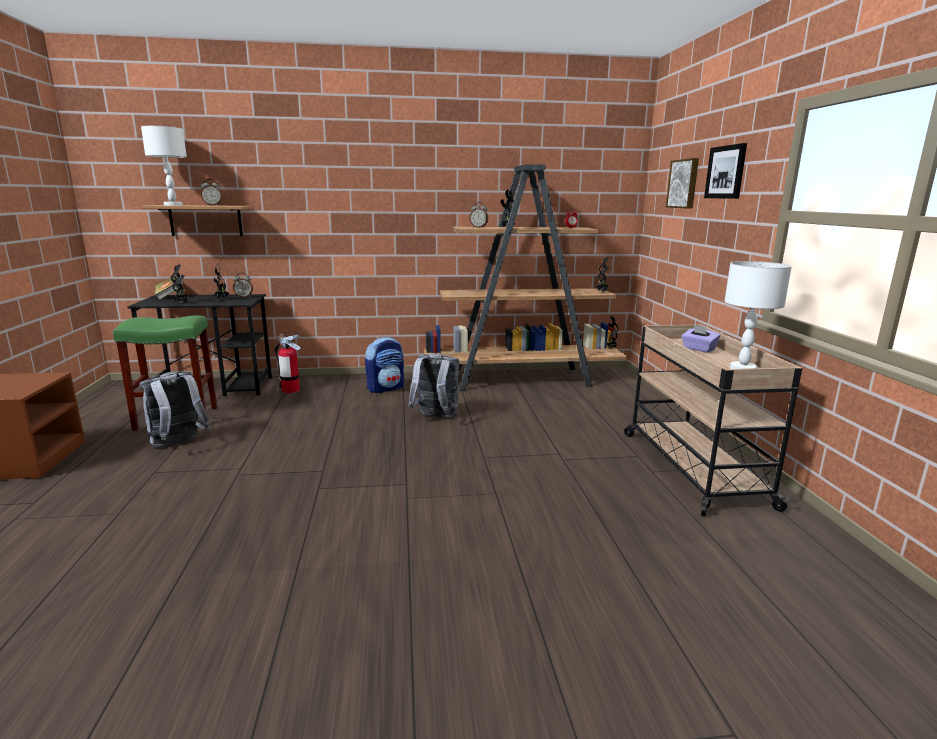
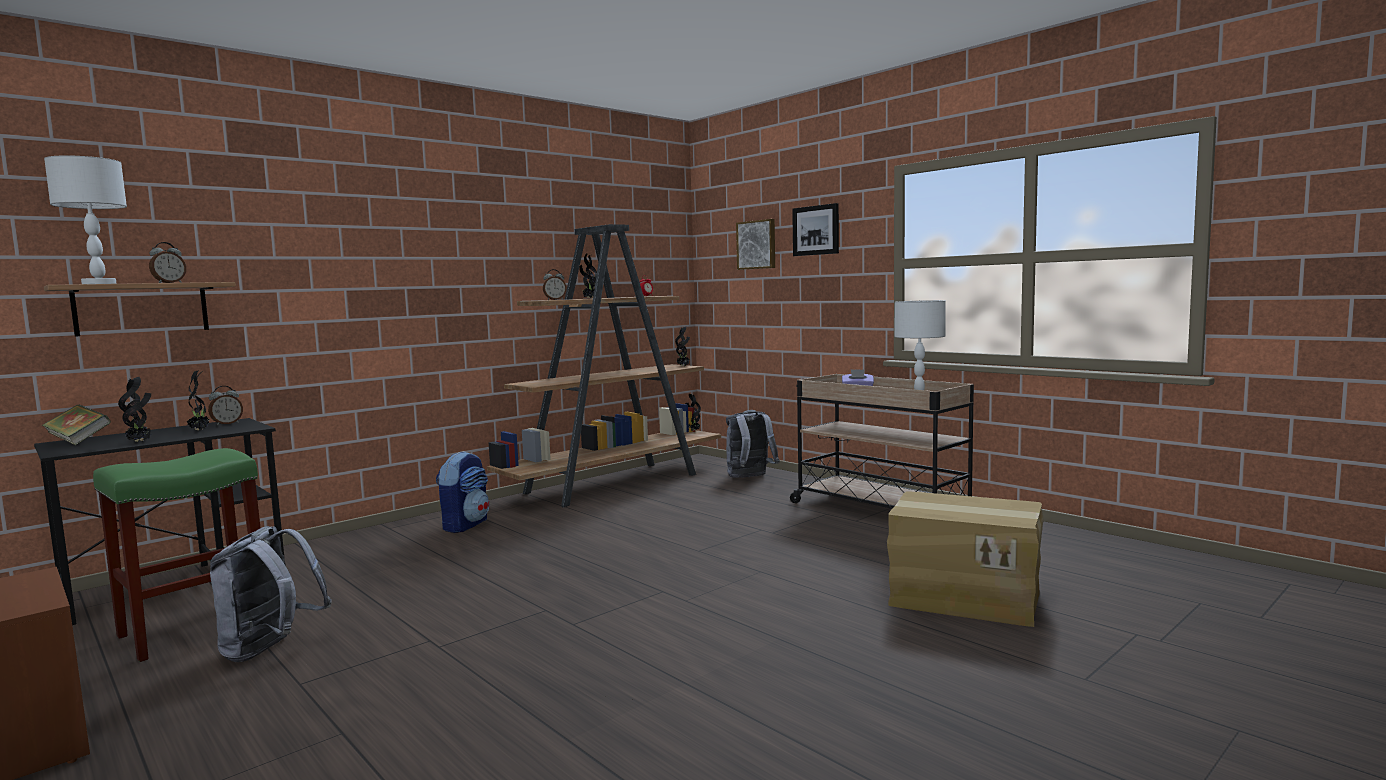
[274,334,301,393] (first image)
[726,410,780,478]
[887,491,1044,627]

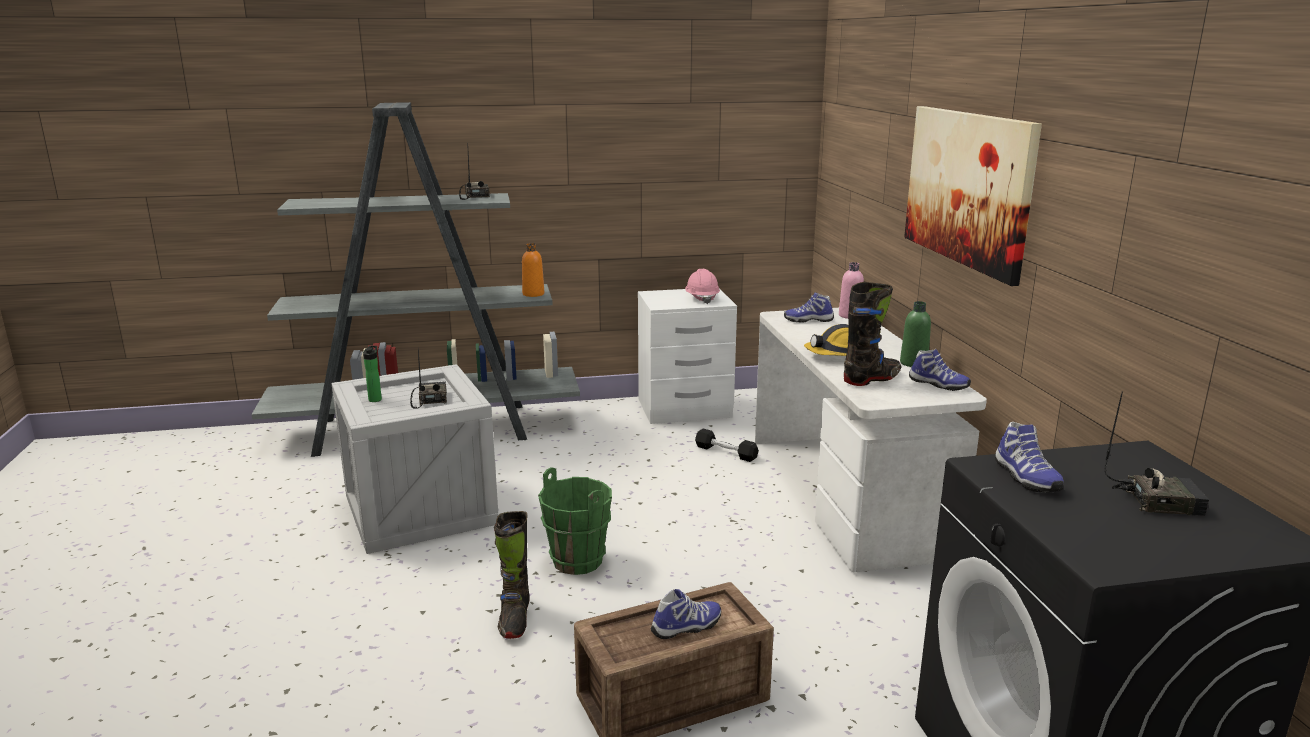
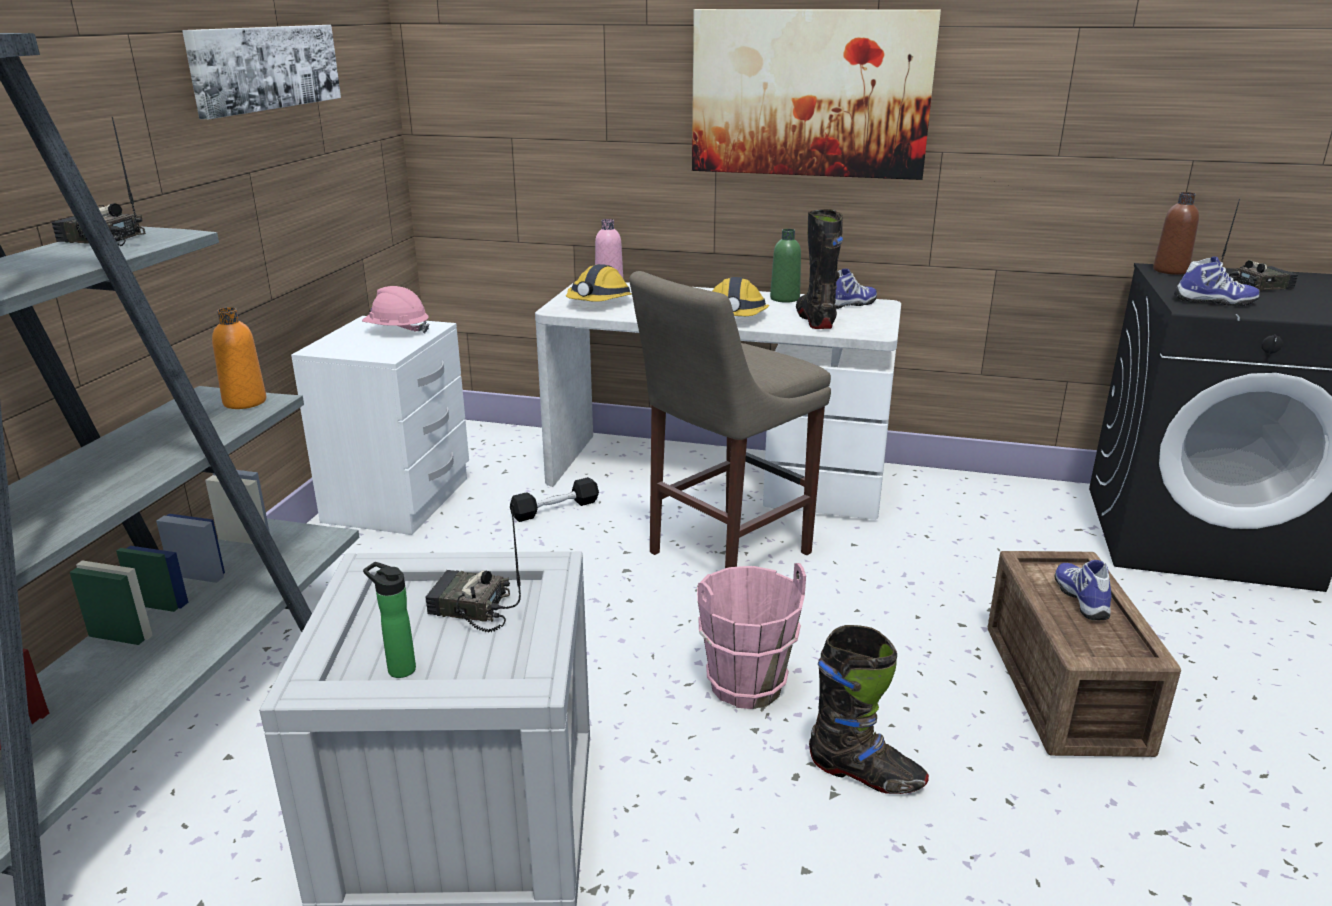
[566,264,632,302]
[1221,199,1298,290]
[697,563,806,709]
[182,25,341,119]
[1153,192,1199,275]
[629,271,831,568]

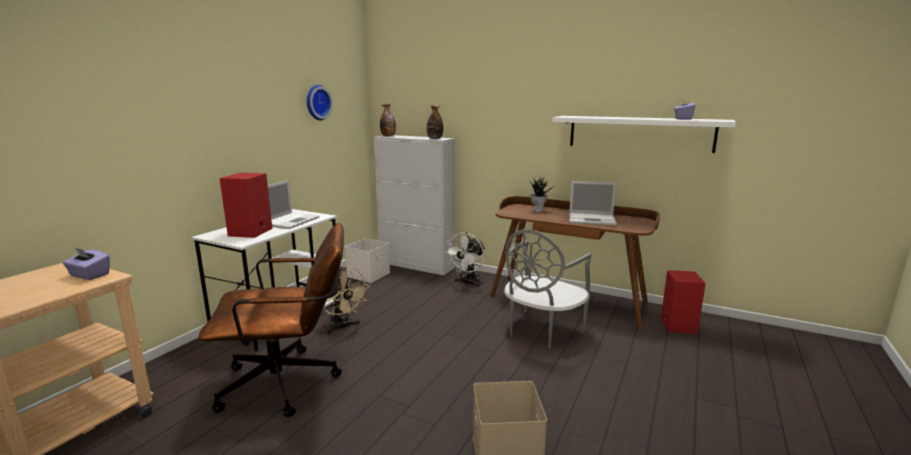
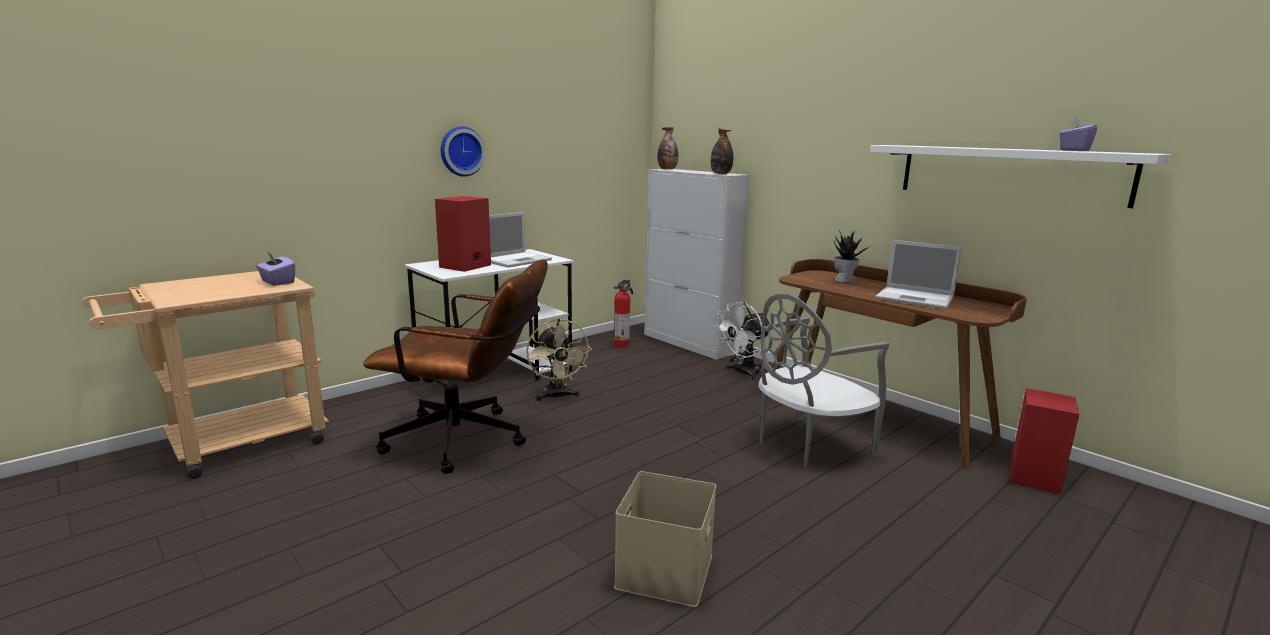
[441,126,485,177]
[614,280,633,348]

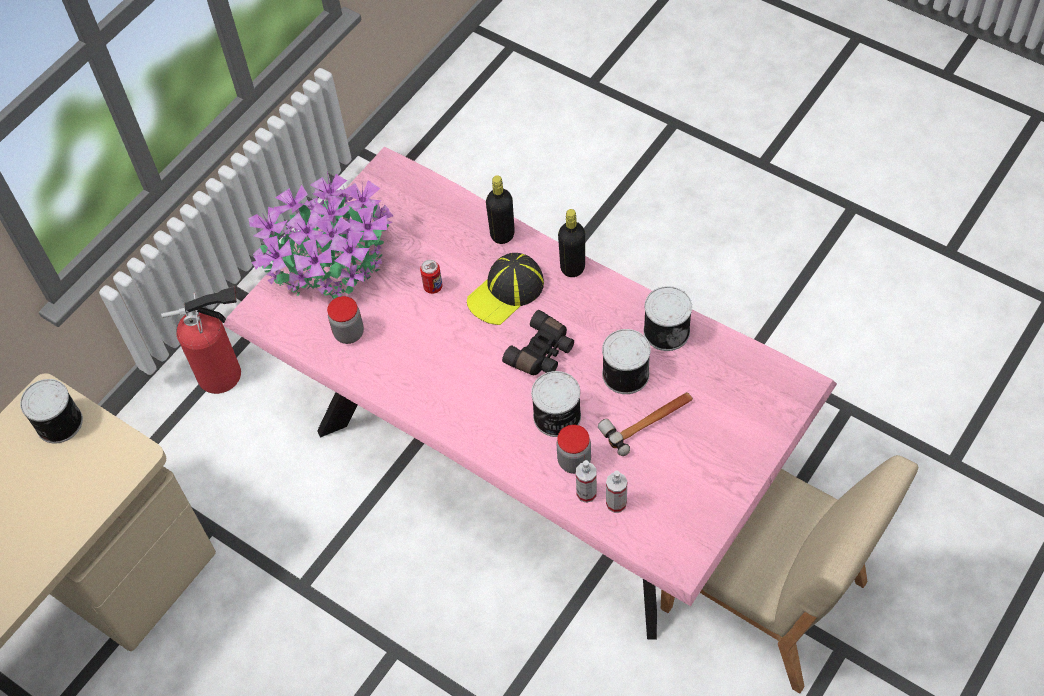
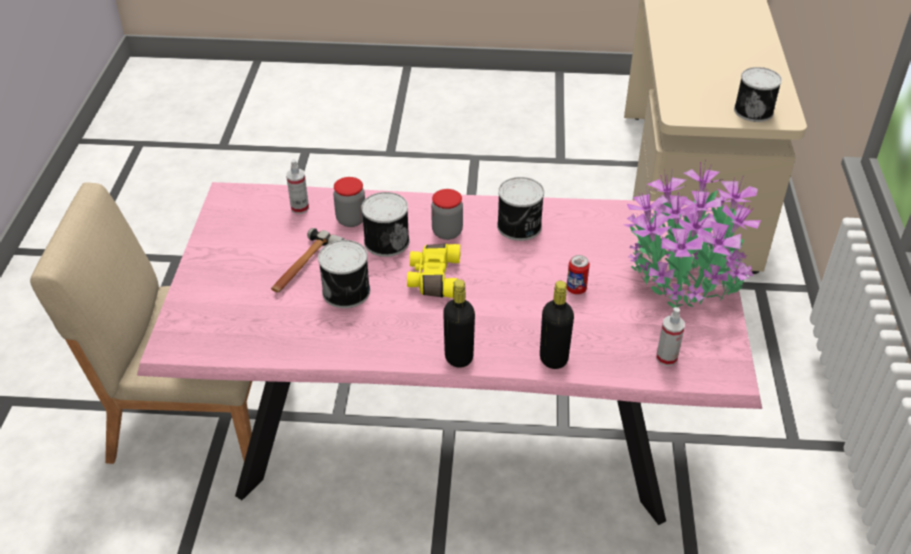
[467,253,544,325] (first image)
[497,177,544,241]
[161,287,241,394] (first image)
[431,189,463,240]
[407,244,460,298]
[656,307,685,366]

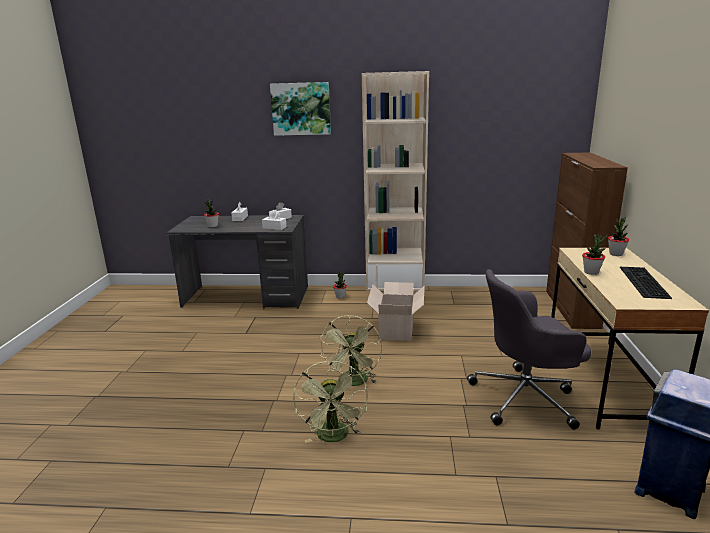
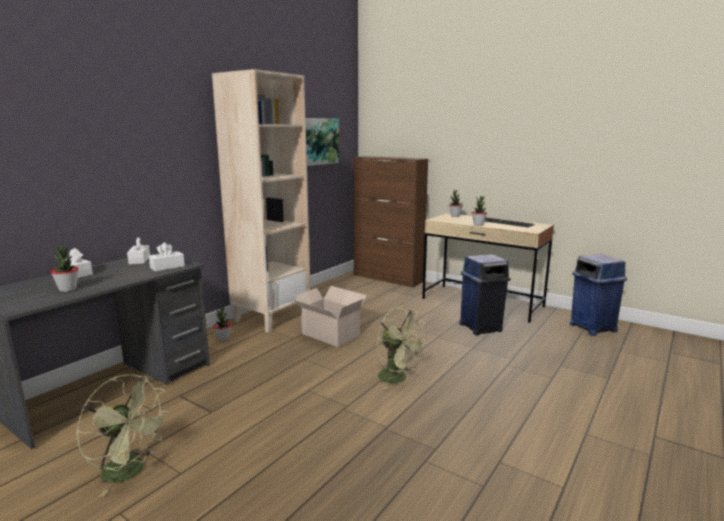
[305,118,339,166]
[459,254,511,335]
[77,374,170,497]

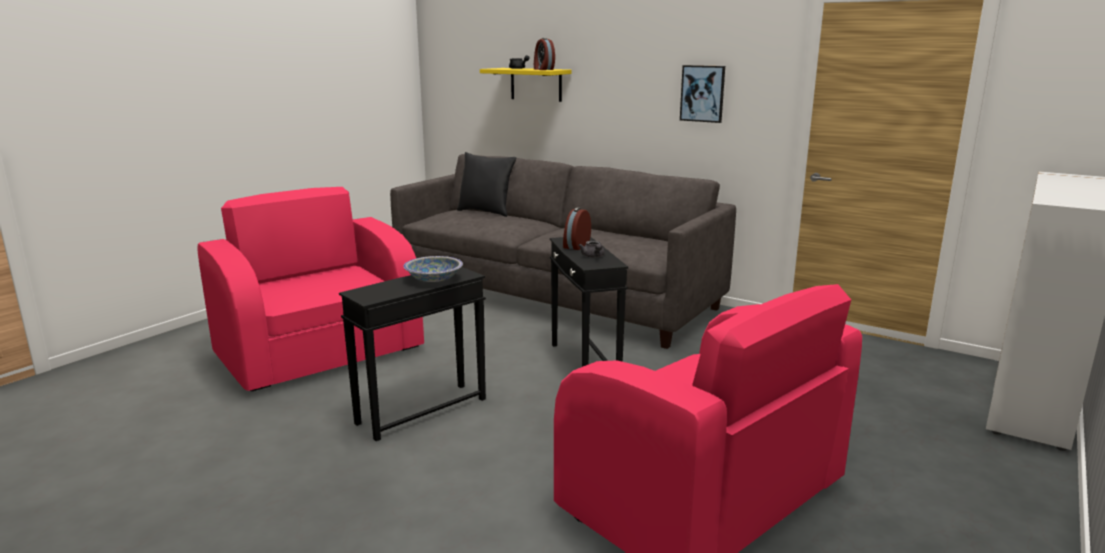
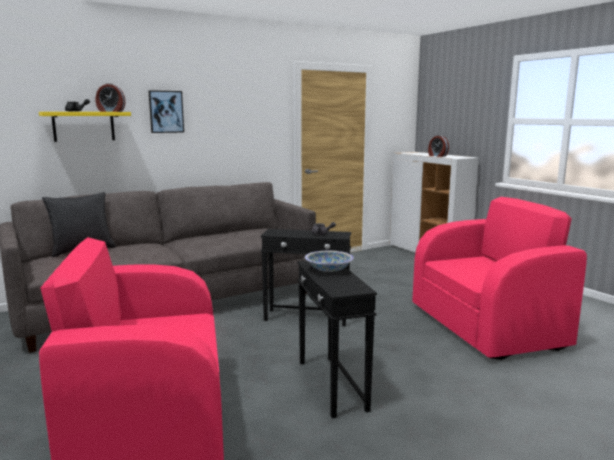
[148,90,184,133]
[428,135,449,157]

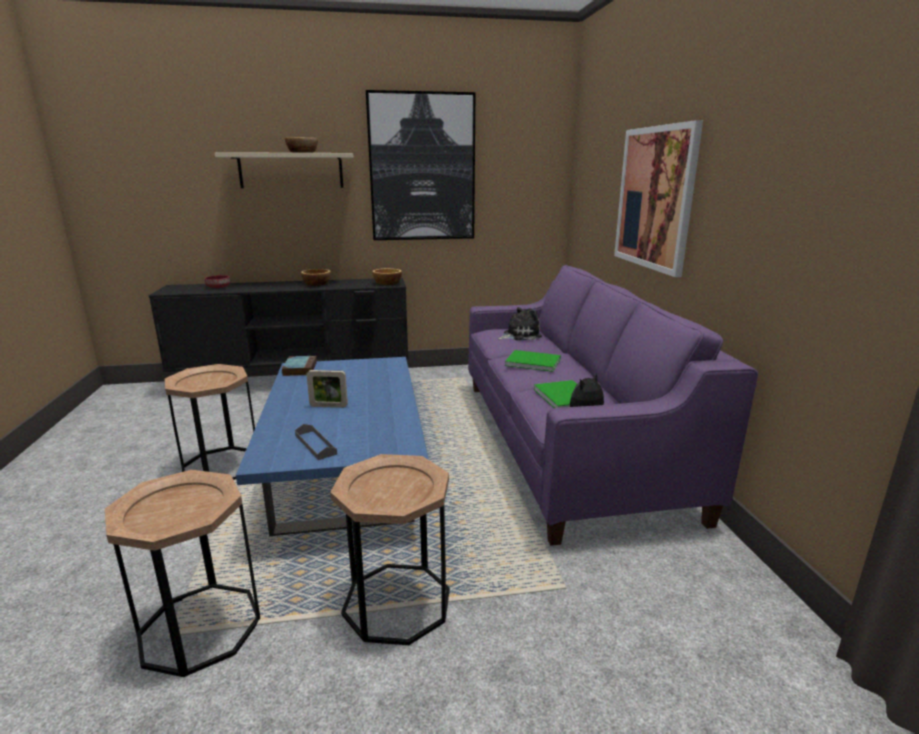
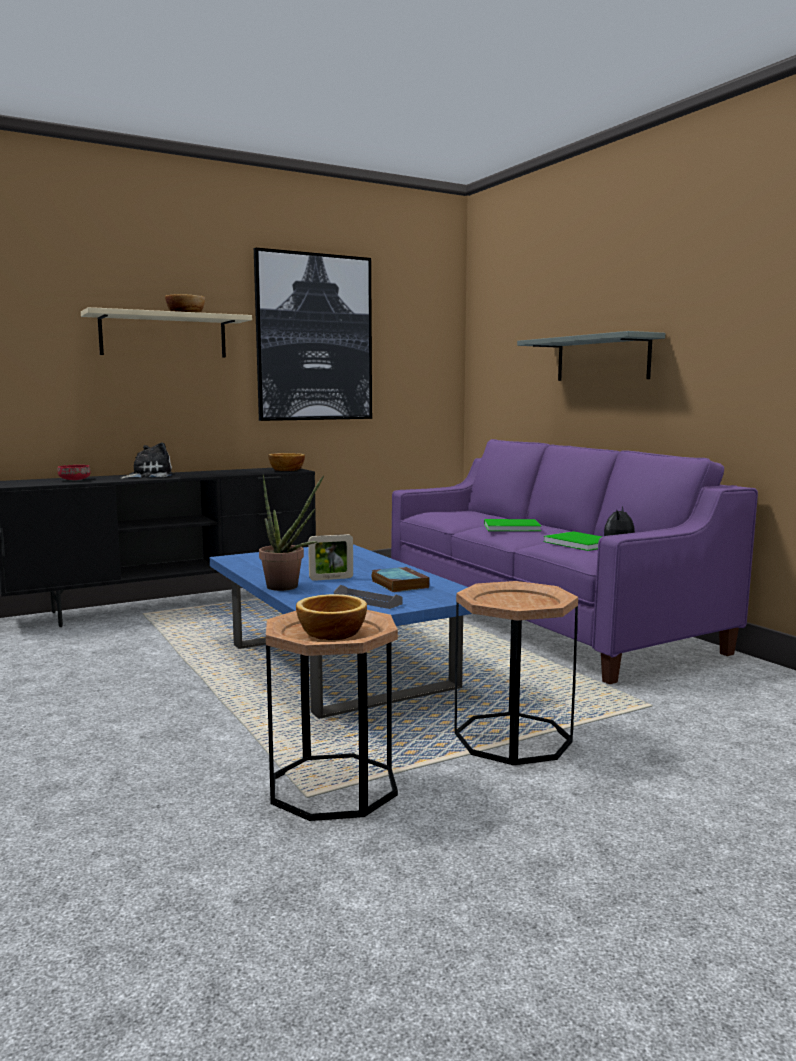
[517,331,665,381]
[296,594,367,640]
[120,443,175,479]
[372,567,430,592]
[165,364,255,480] (first image)
[259,475,324,591]

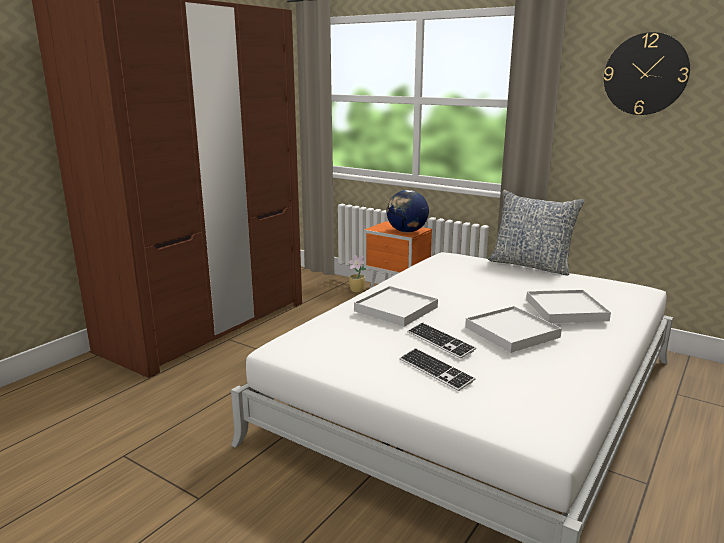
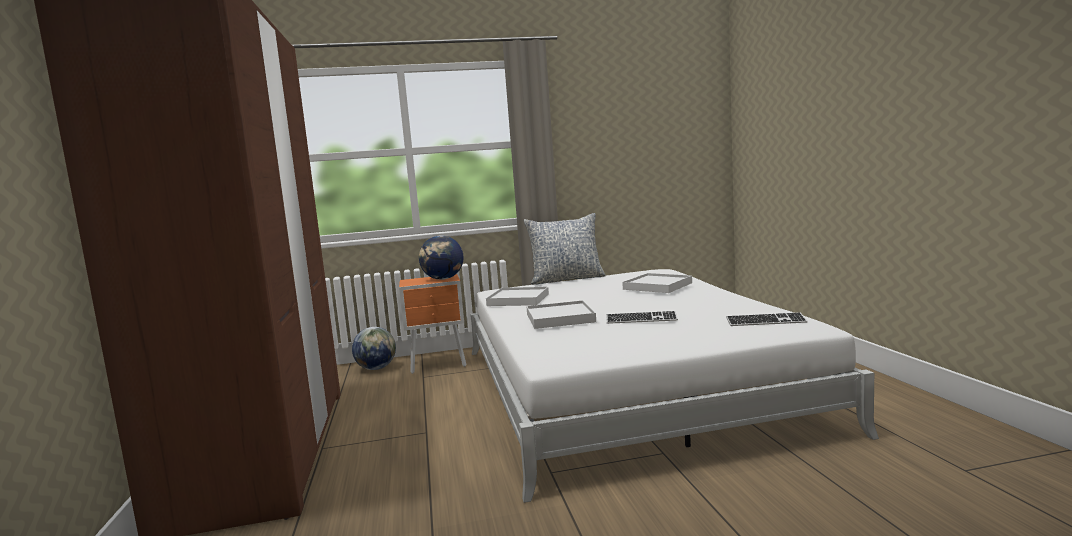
[604,32,690,115] (first image)
[352,327,396,370]
[486,287,549,306]
[726,312,808,326]

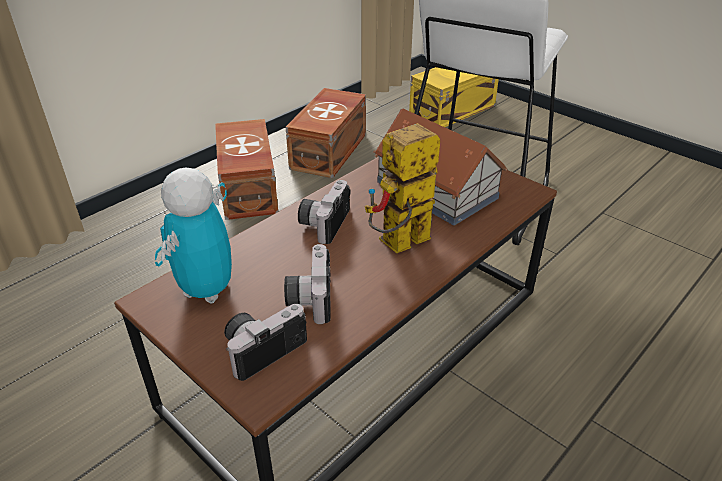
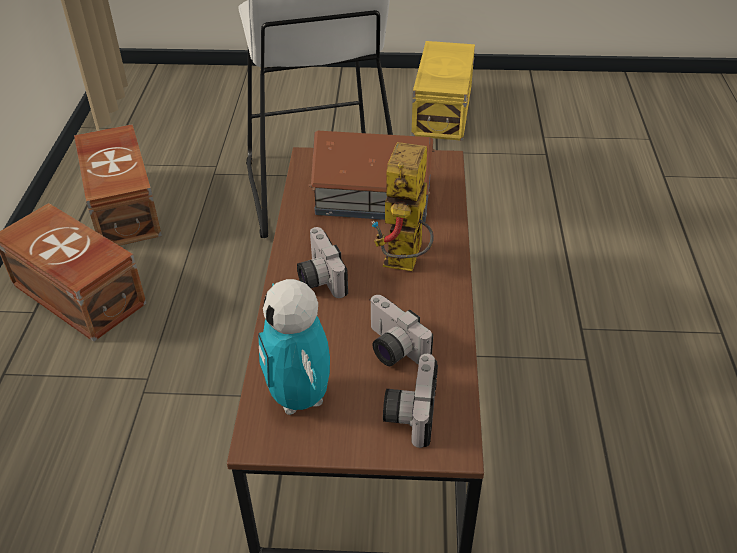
[411,41,475,141]

